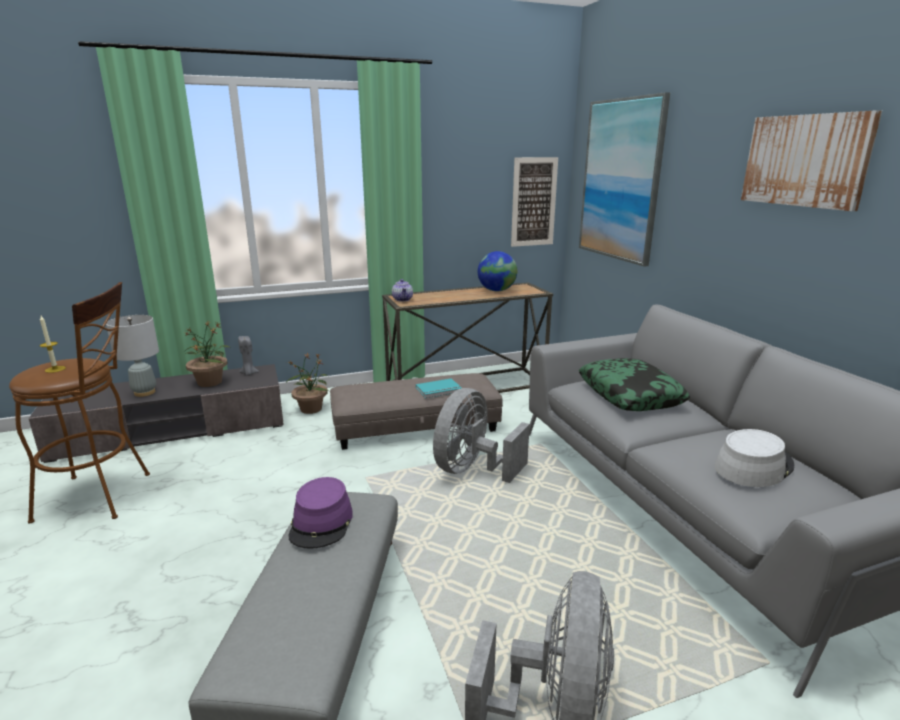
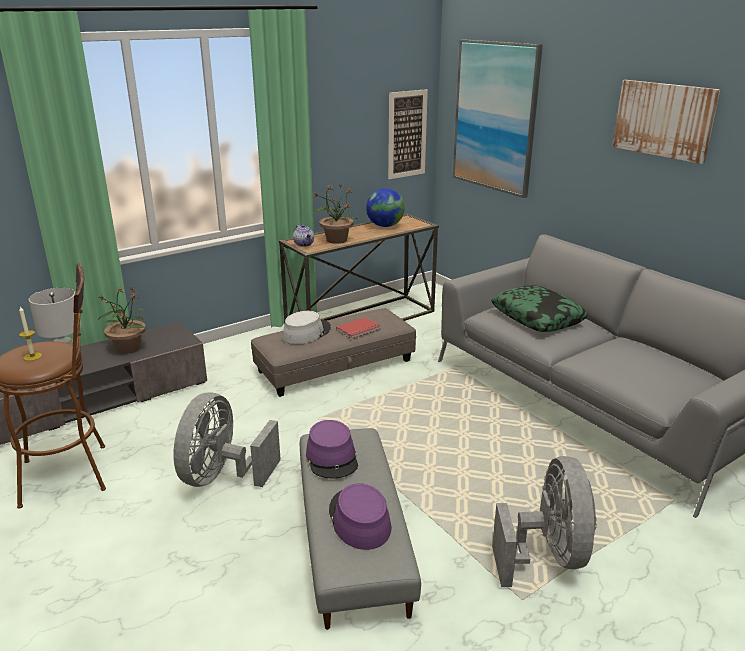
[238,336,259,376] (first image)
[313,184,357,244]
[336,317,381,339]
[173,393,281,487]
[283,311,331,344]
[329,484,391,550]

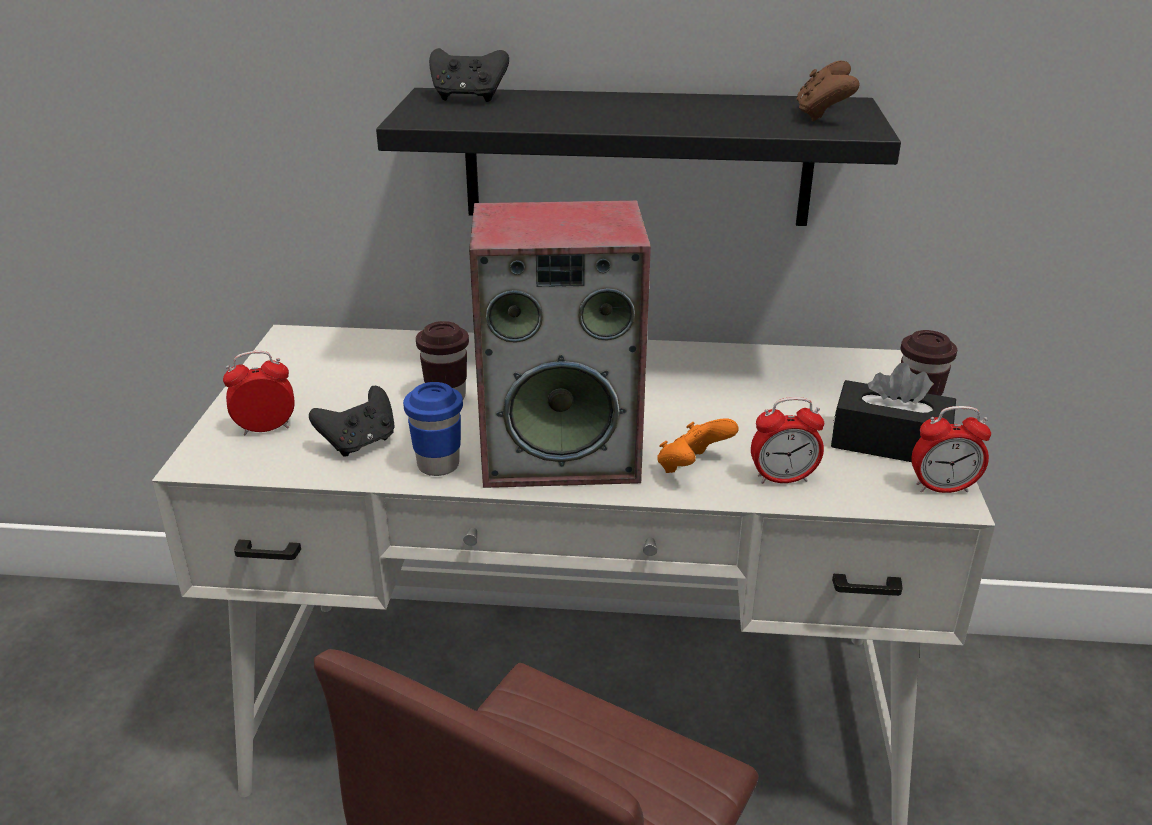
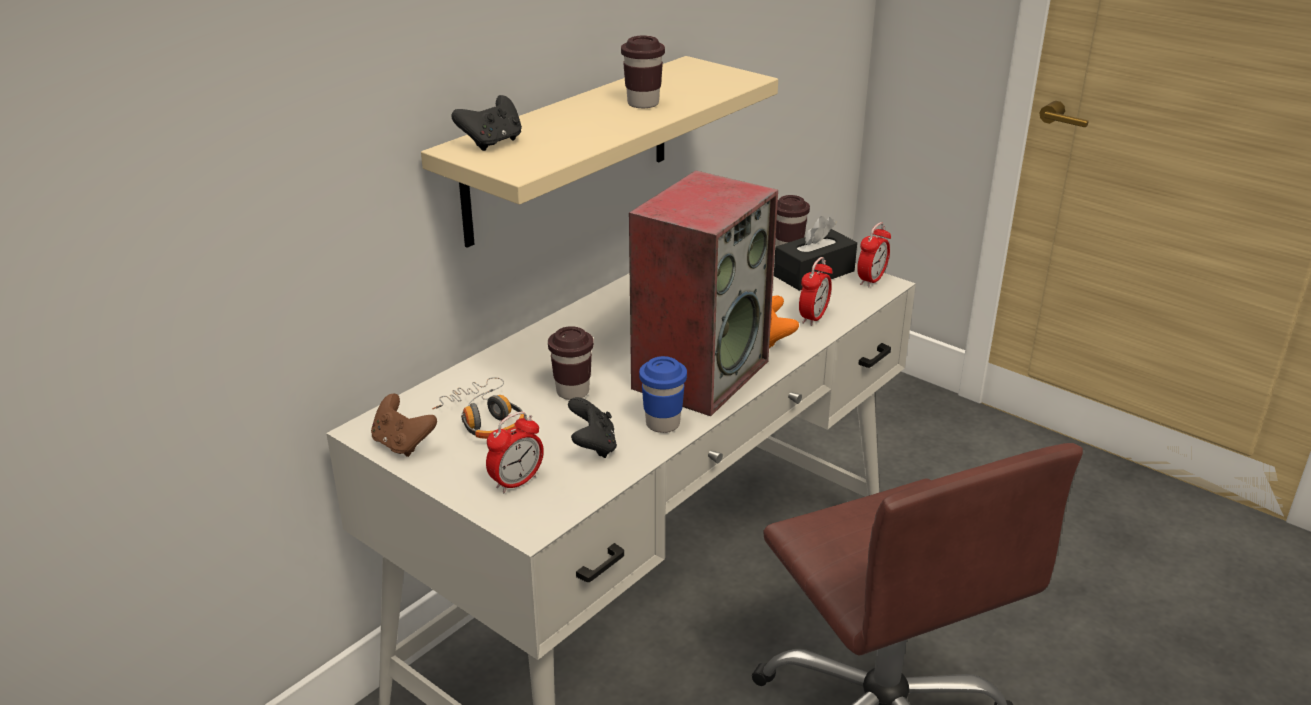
[371,394,437,457]
[421,56,778,248]
[486,412,544,493]
[621,36,665,108]
[432,377,524,439]

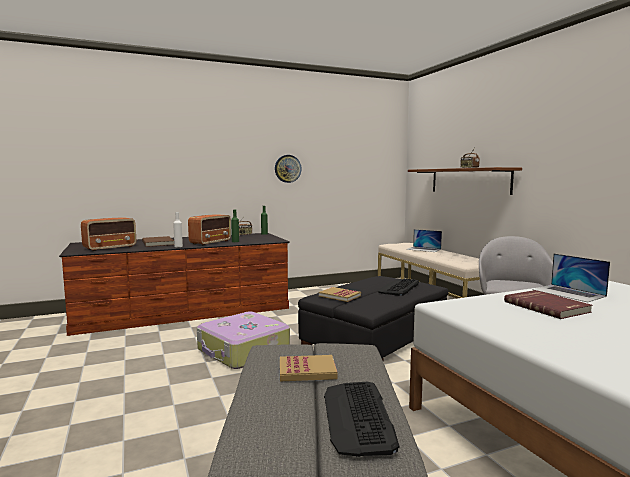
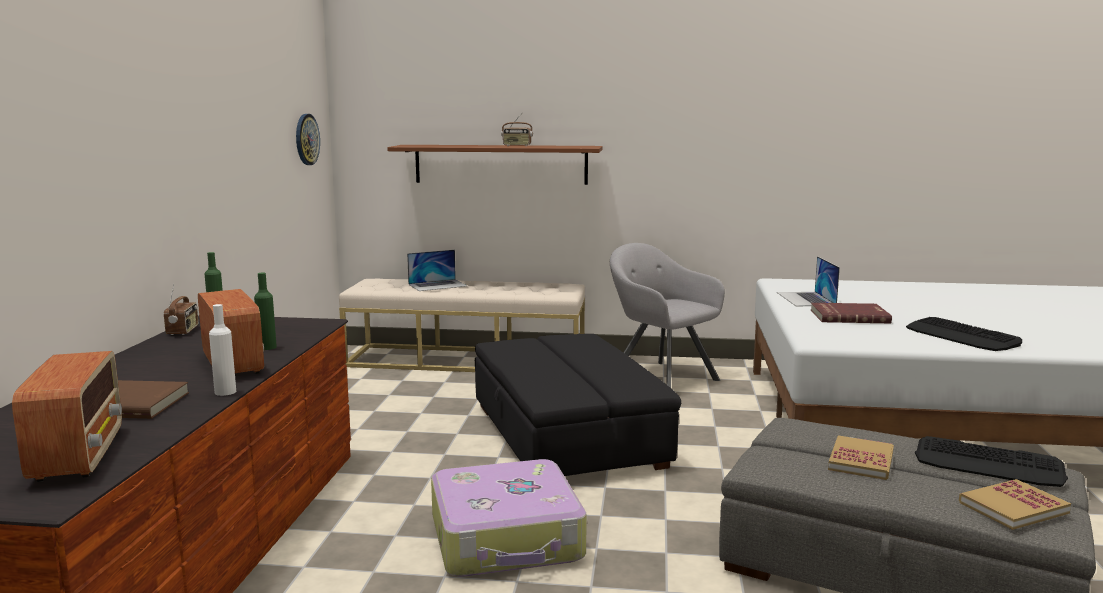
[296,114,320,165]
[777,256,840,306]
[906,317,1022,351]
[959,479,1071,530]

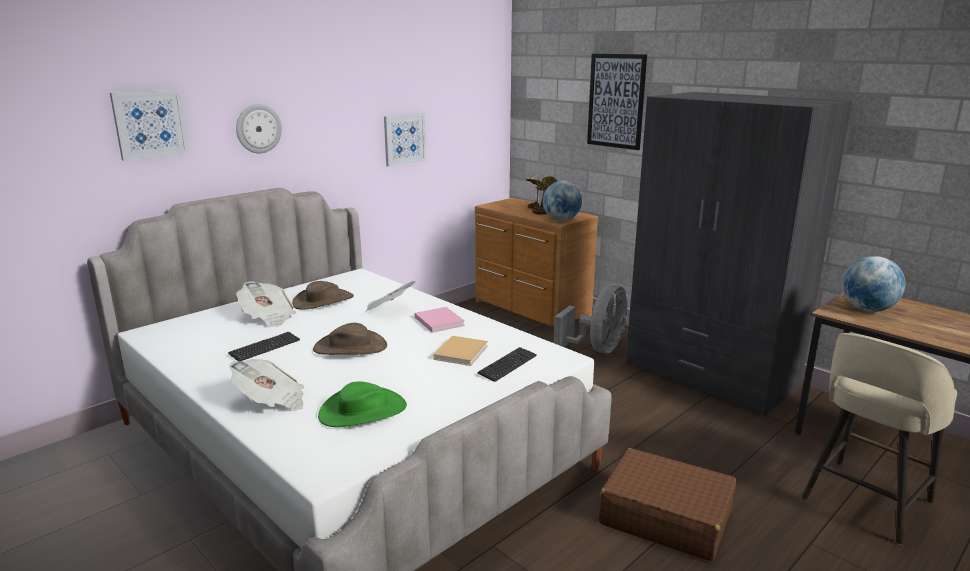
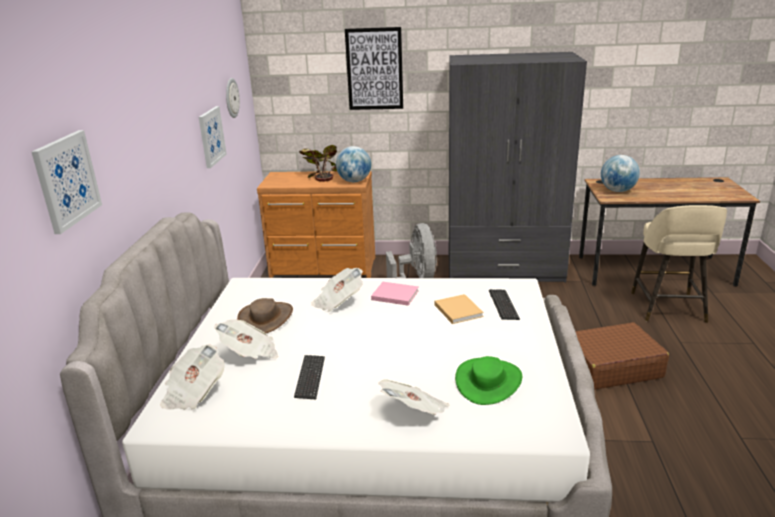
[226,78,240,118]
[313,323,387,355] (first image)
[160,344,225,410]

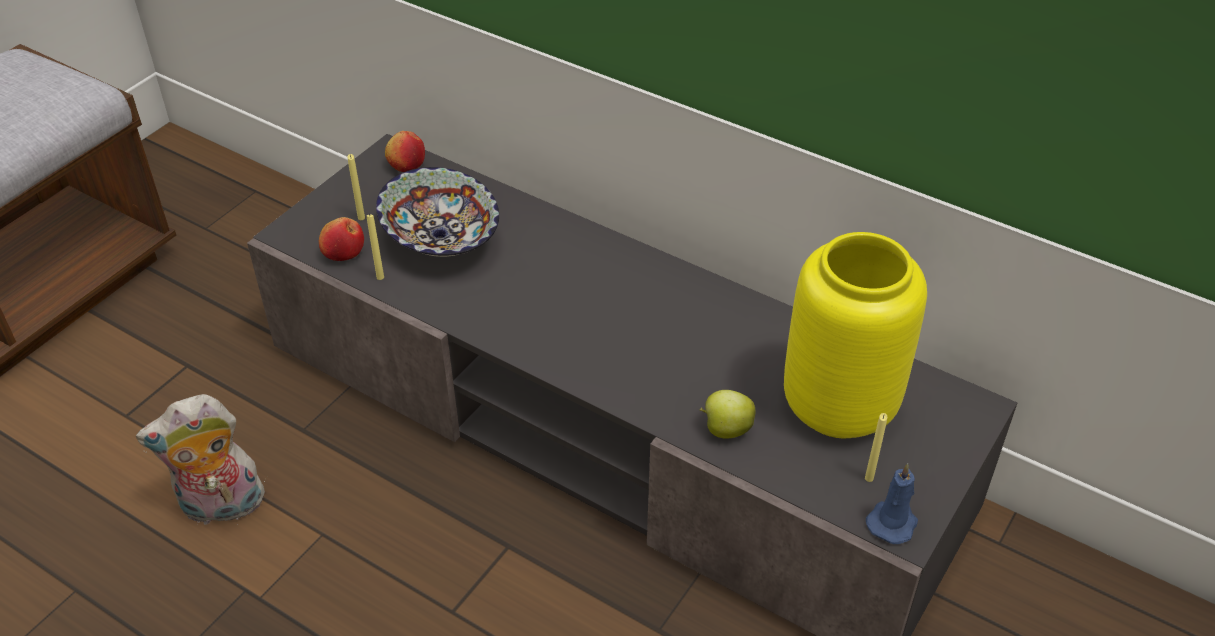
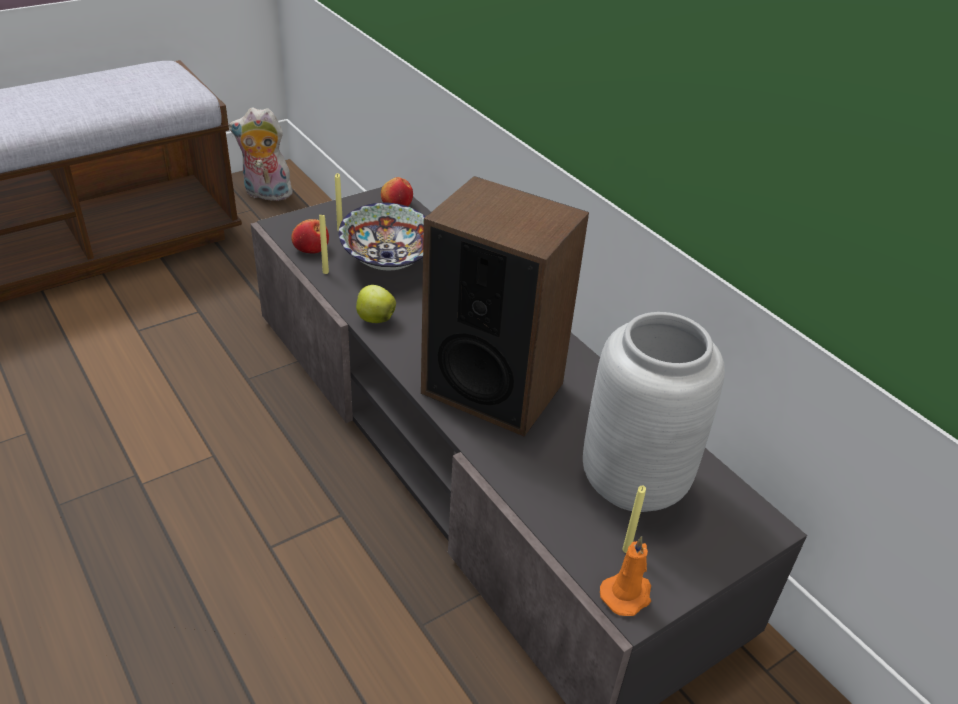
[583,312,725,512]
[356,285,396,323]
[229,107,293,201]
[600,536,651,616]
[421,176,589,437]

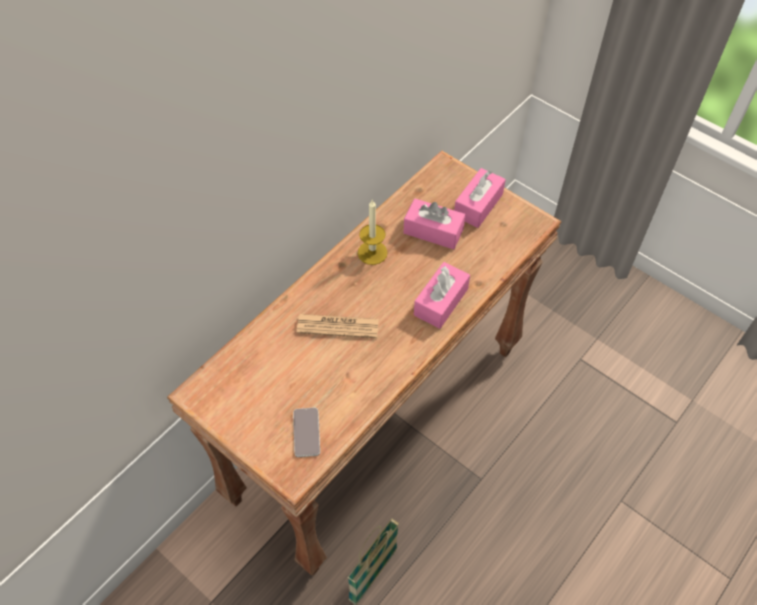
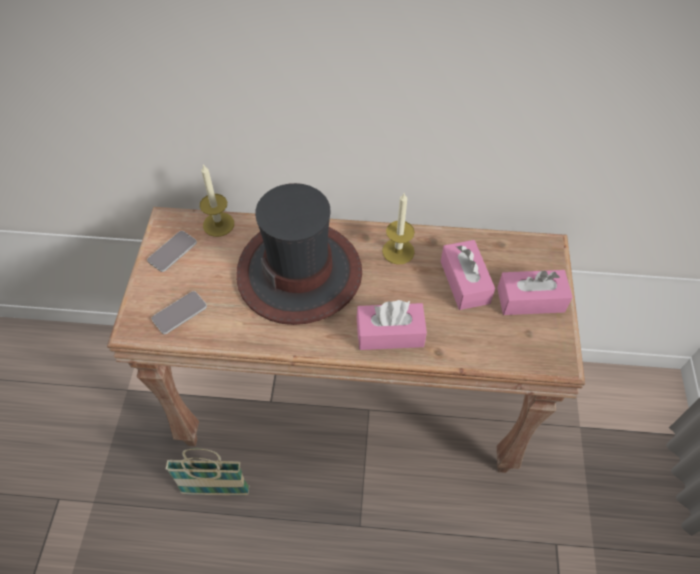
[236,183,362,325]
[200,164,234,237]
[147,231,197,272]

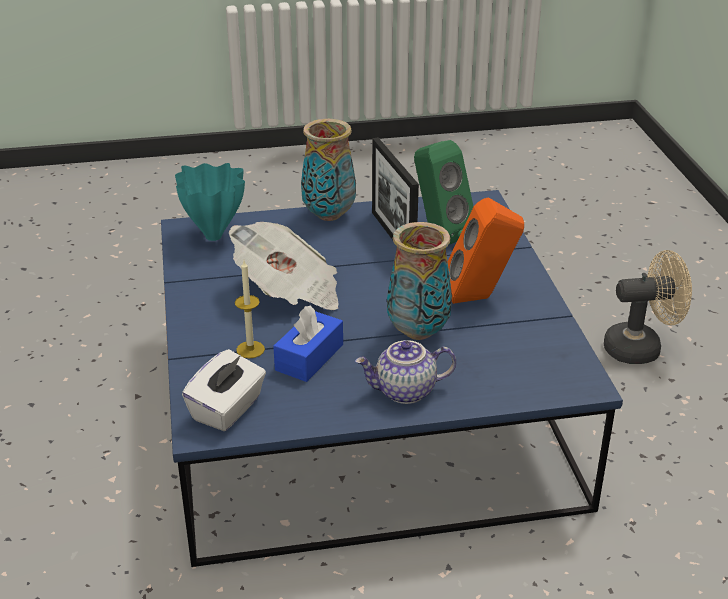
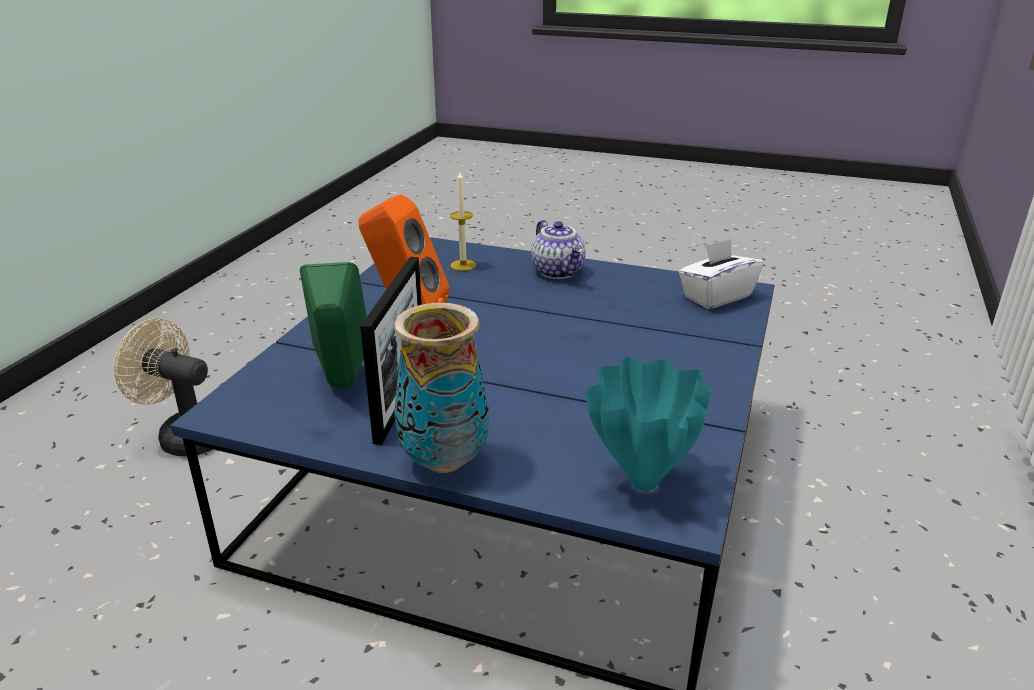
[229,222,339,310] (first image)
[387,222,452,340] (first image)
[450,172,476,271]
[273,306,343,382] (first image)
[531,220,585,279]

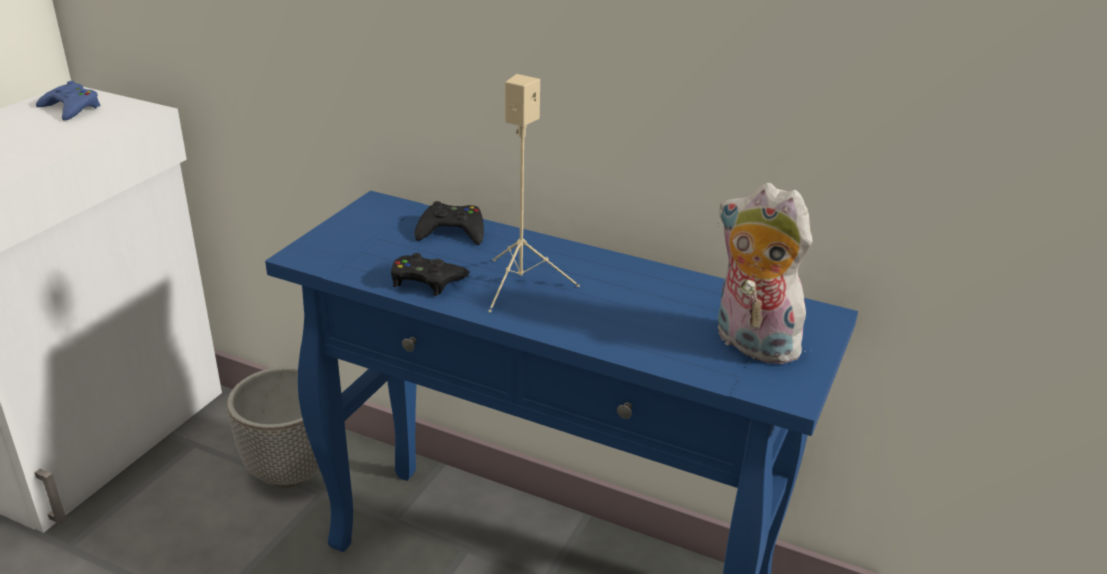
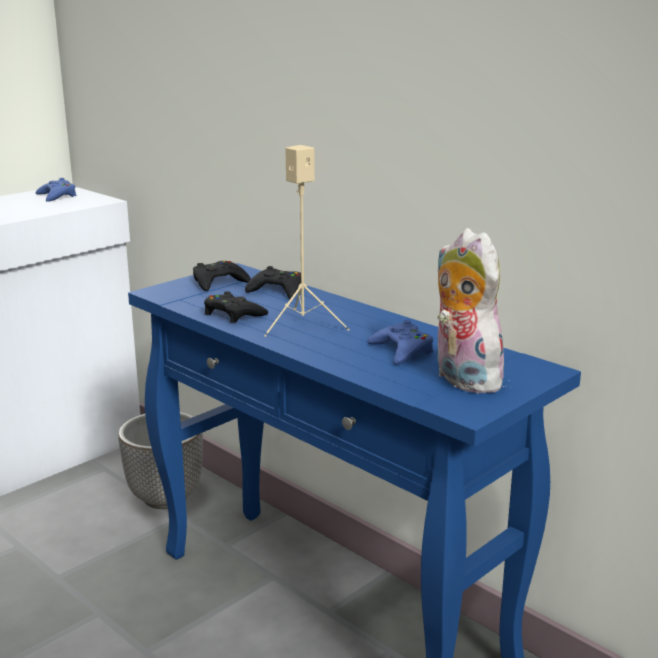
[193,261,250,291]
[367,320,433,365]

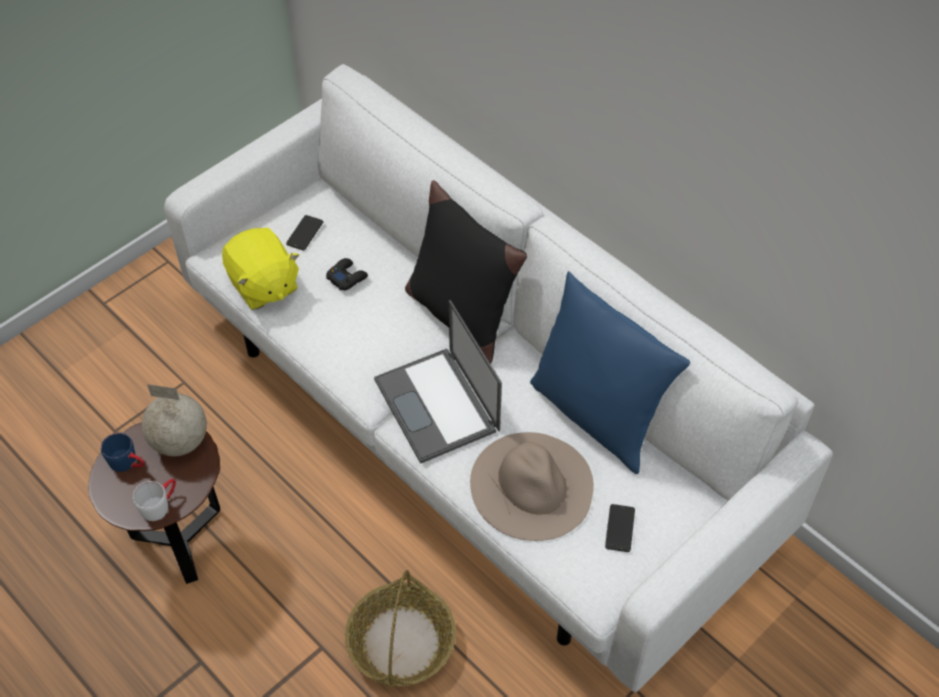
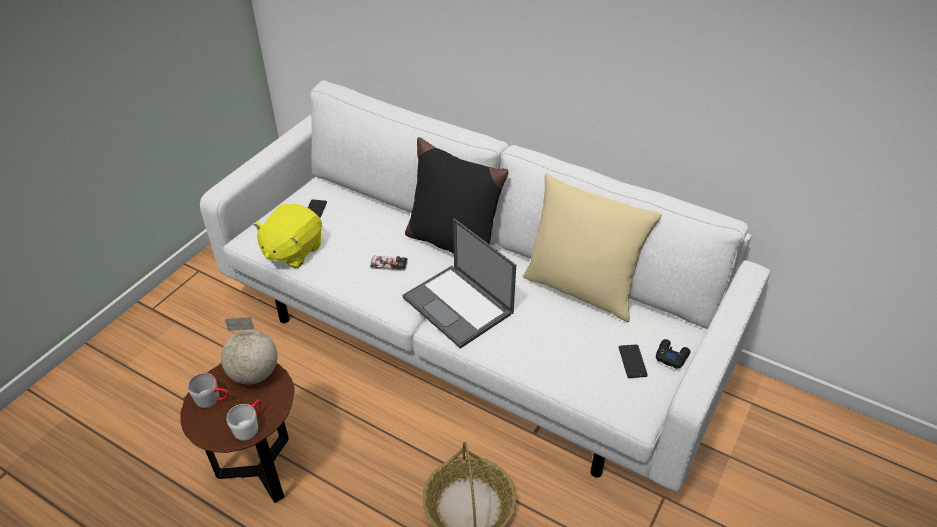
[253,204,322,268]
[656,339,690,369]
[523,173,662,322]
[470,432,594,541] (first image)
[188,373,229,408]
[370,255,408,271]

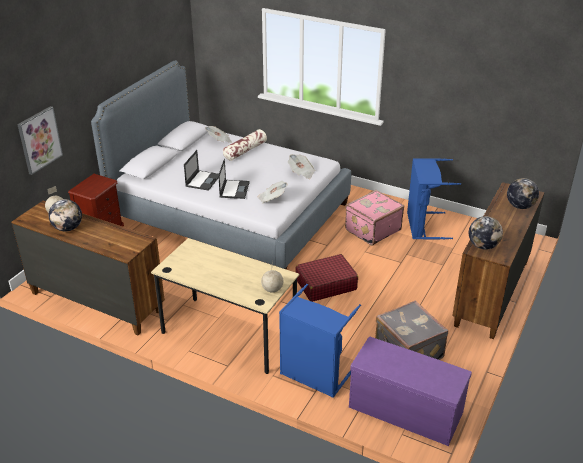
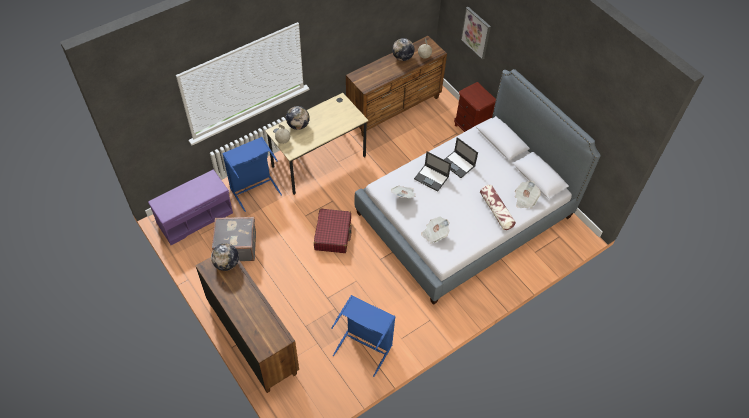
[286,106,310,130]
[345,190,405,245] (first image)

